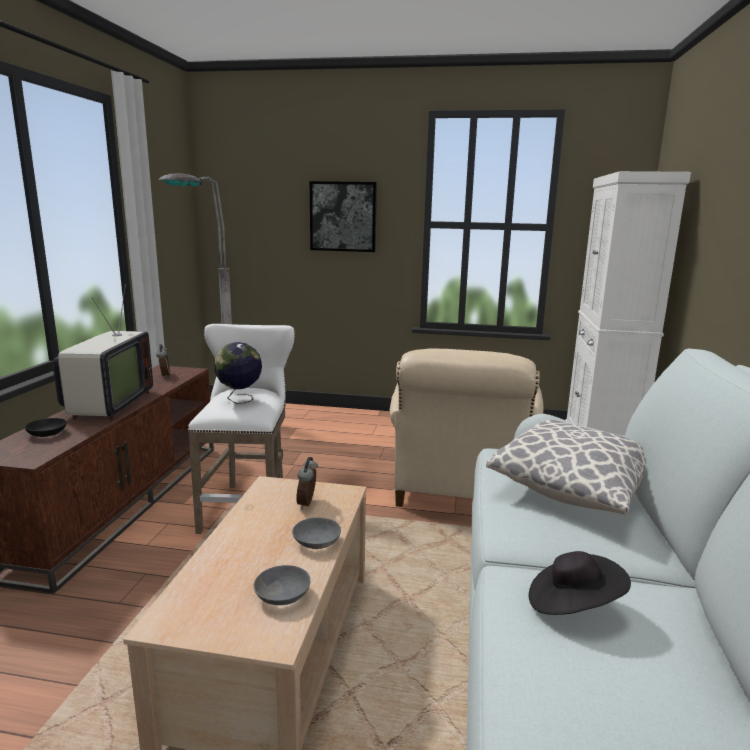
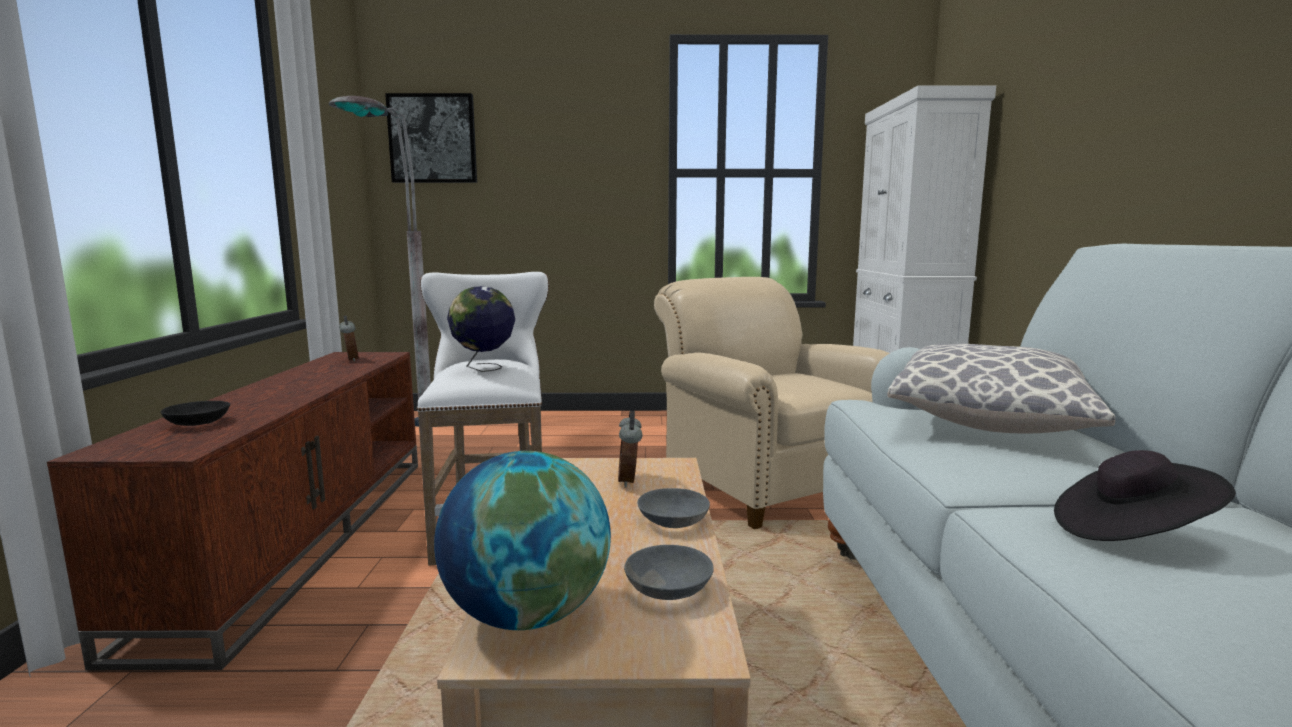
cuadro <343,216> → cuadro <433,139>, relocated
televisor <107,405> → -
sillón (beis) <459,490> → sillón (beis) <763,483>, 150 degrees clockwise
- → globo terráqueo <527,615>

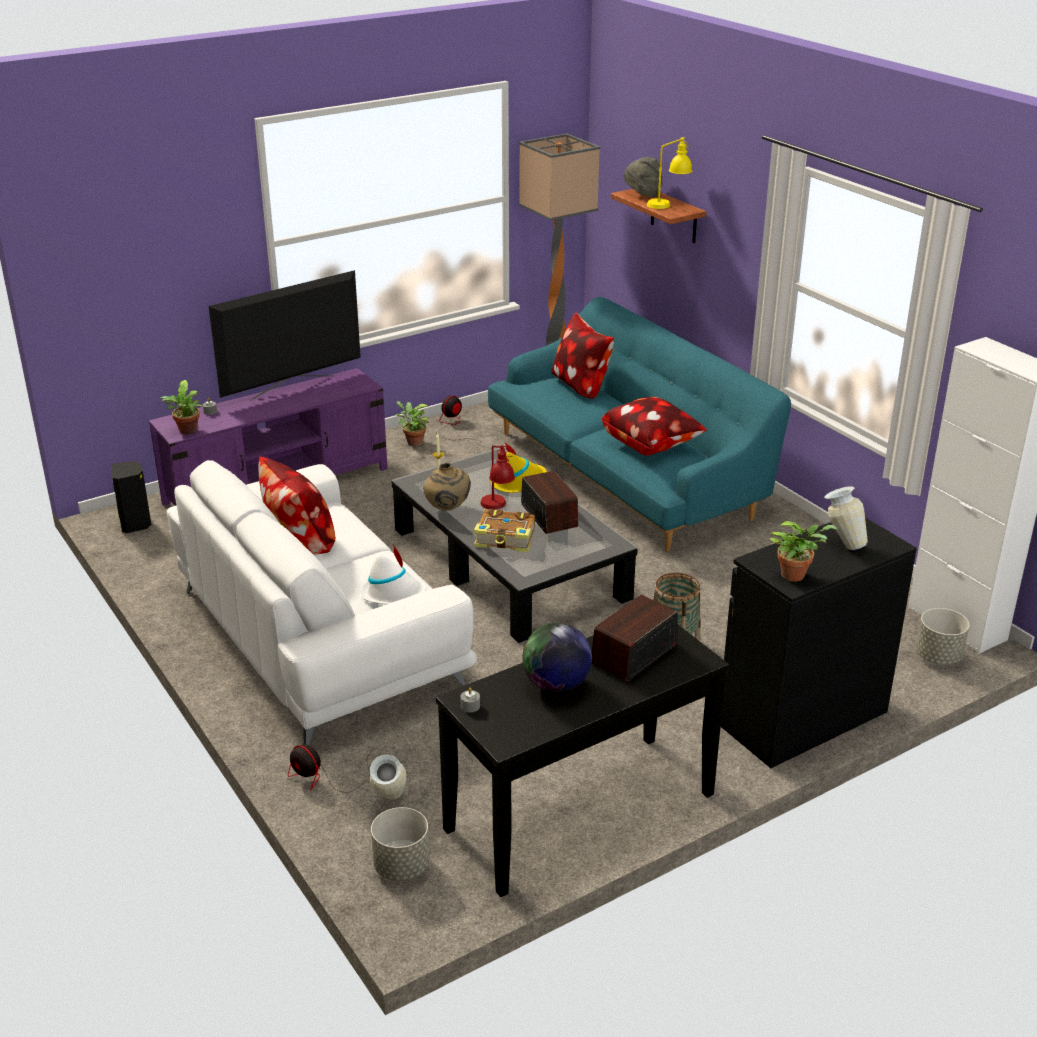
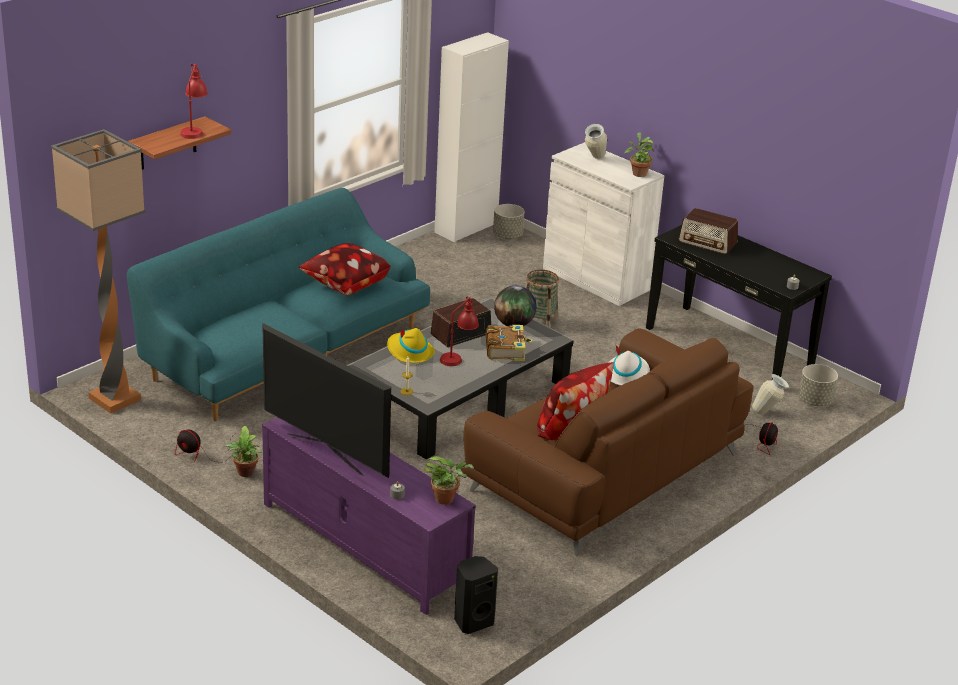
lámpara de mesa (amarillo) <668,206> → lámpara de mesa (rojo) <194,130>
sombrero (gris) <642,194> → -
cojín <581,386> → -
sofá (blanco) <319,635> → sofá (marrón) <604,472>
florero (beis) <447,509> → -
armario (negro) <803,718> → armario (blanco) <596,279>
globo terráqueo <556,685> → globo terráqueo <514,324>, relocated

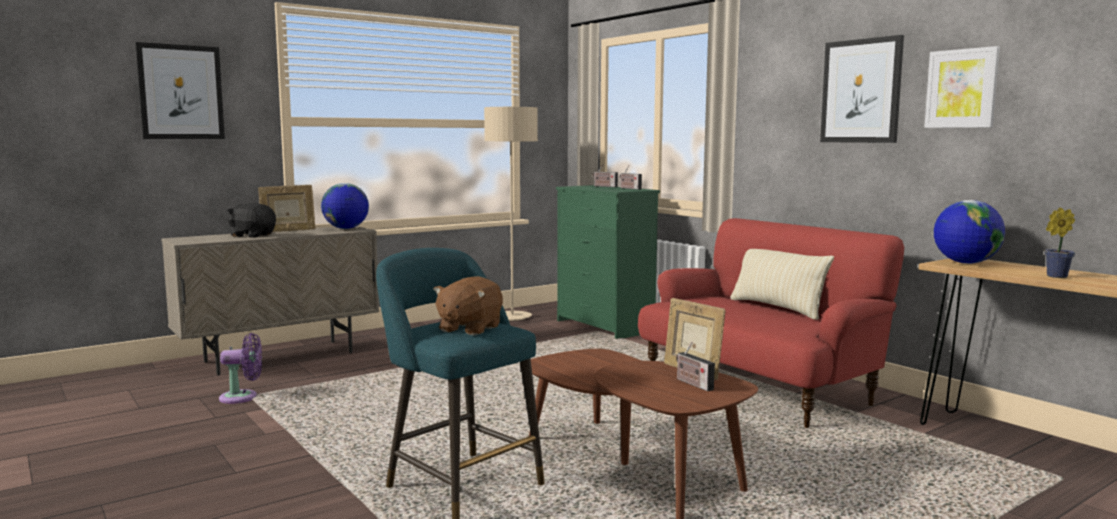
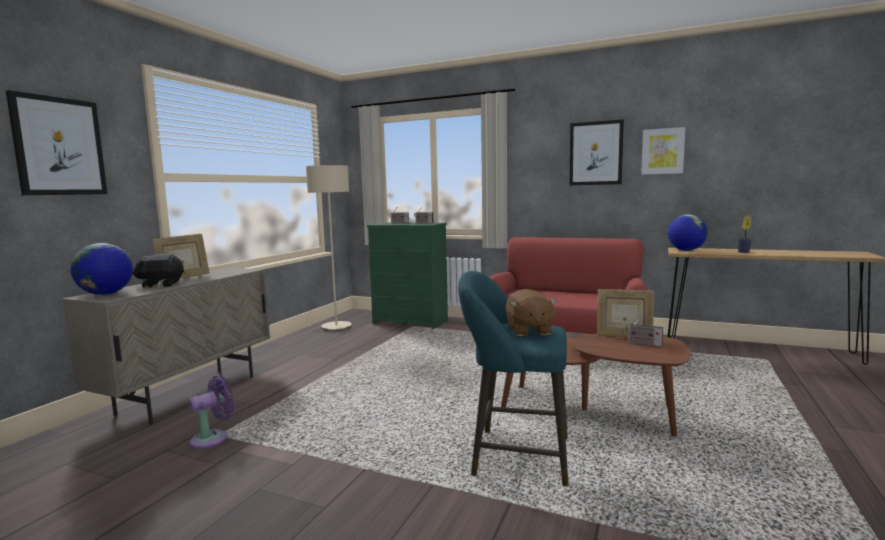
globo terráqueo <345,228> → globo terráqueo <105,294>, relocated
cojín (beis) <777,308> → -

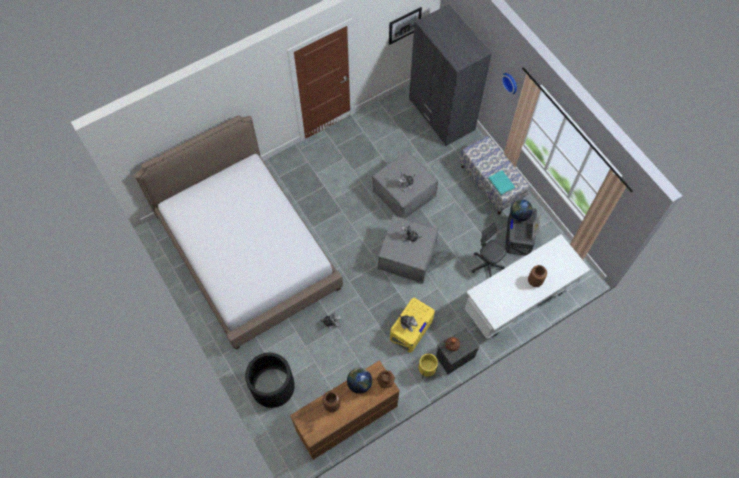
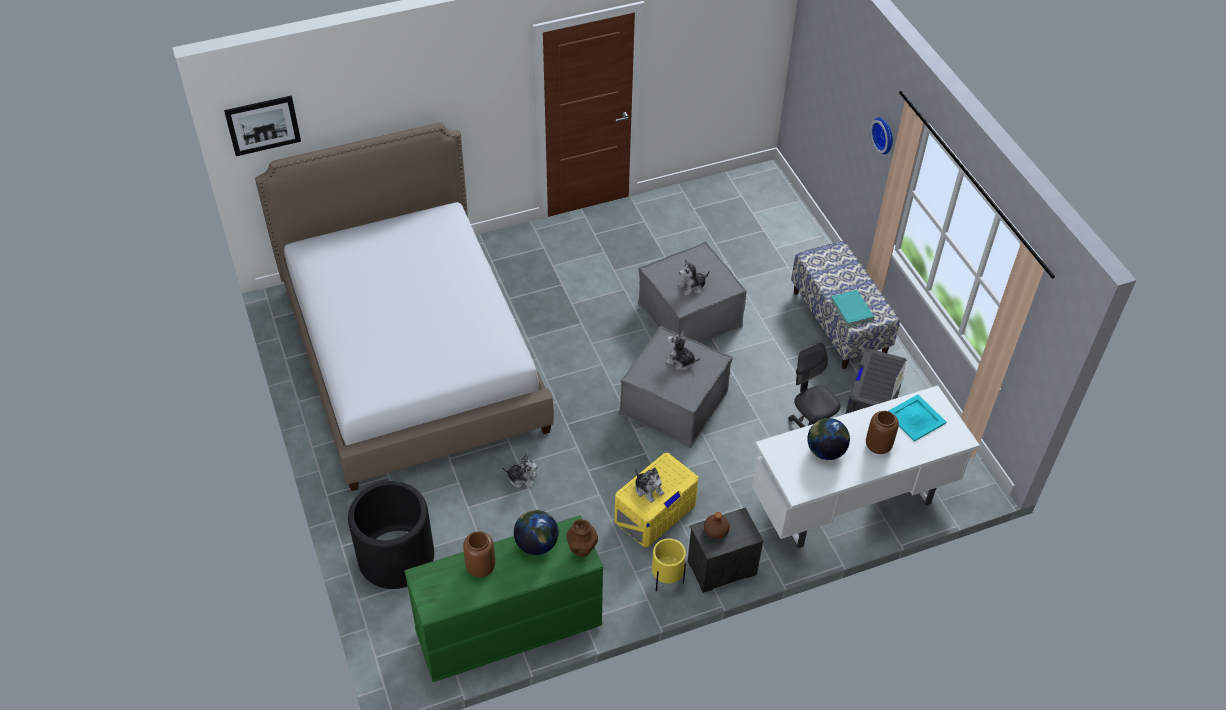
armario ropero (gris) <441,115> → -
cuadro <404,25> → cuadro <263,125>, relocated
globo terráqueo <519,215> → globo terráqueo <825,451>, relocated
cómoda (marrón) <346,419> → cómoda (verde) <507,629>
- → bandeja (turquesa) <915,418>

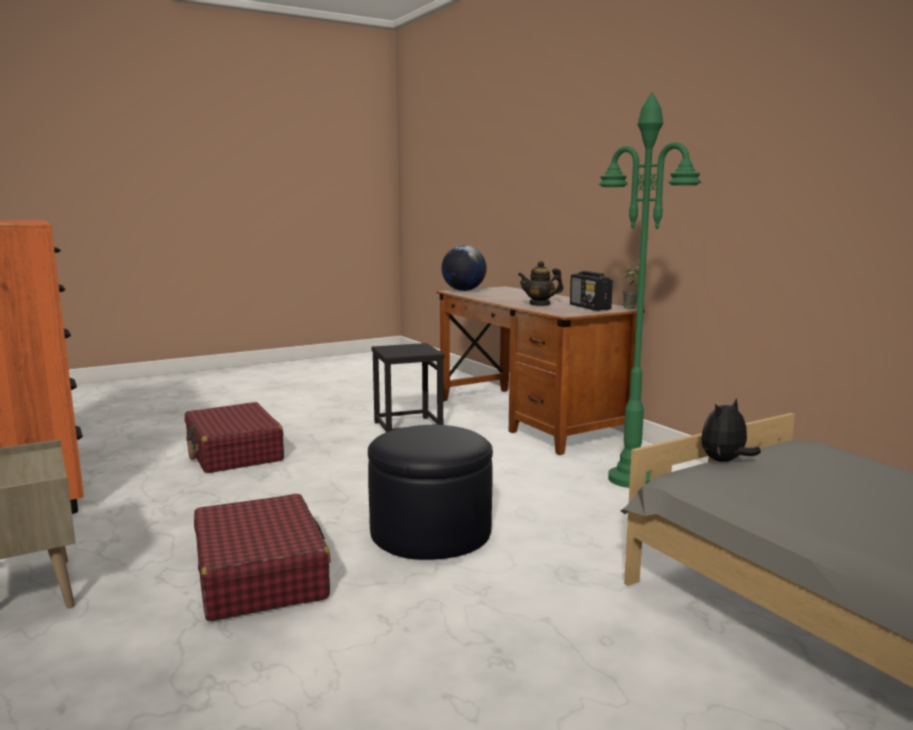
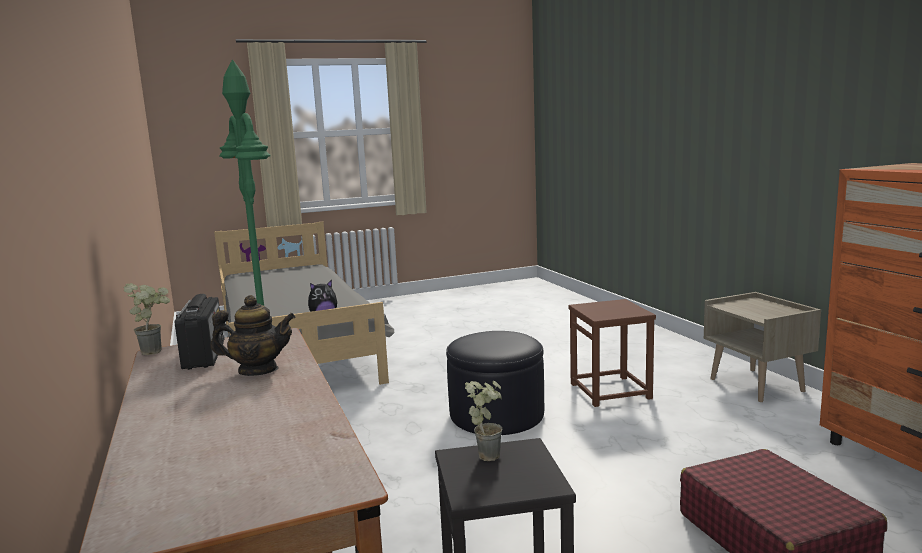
globo terráqueo <463,290> → -
maleta (rojo) <261,575> → taburete (marrón) <611,391>
- → planta en maceta <488,453>

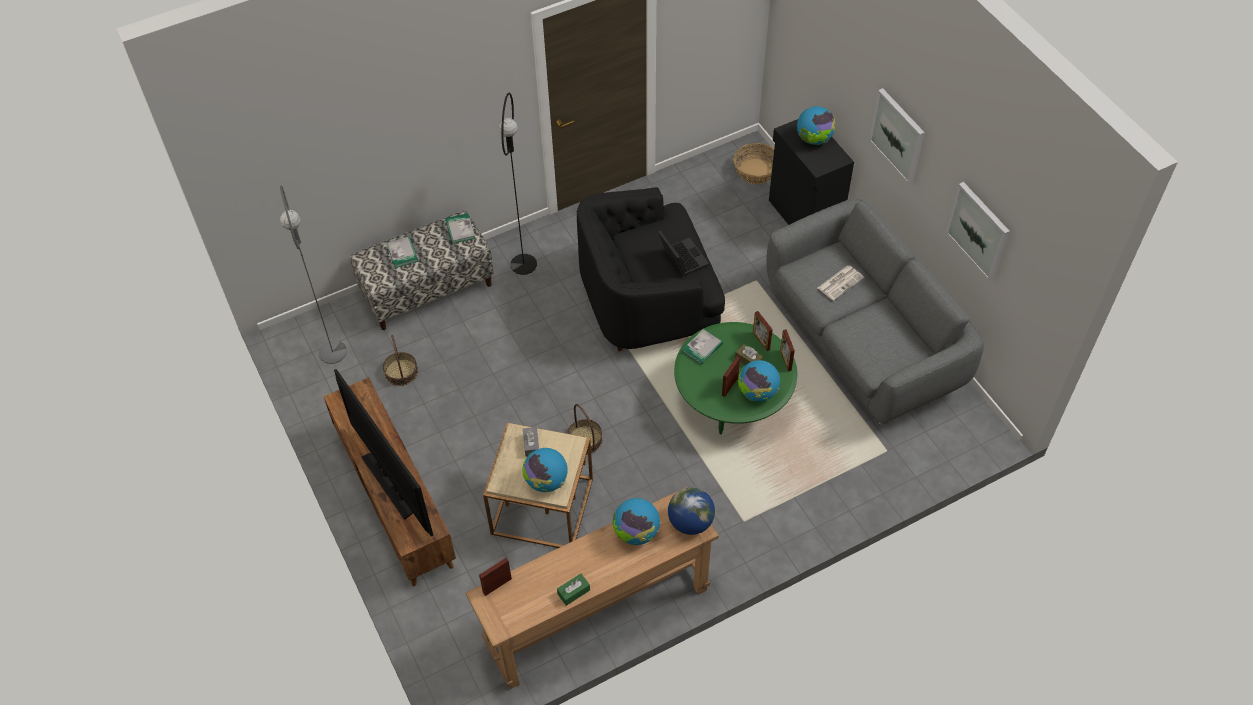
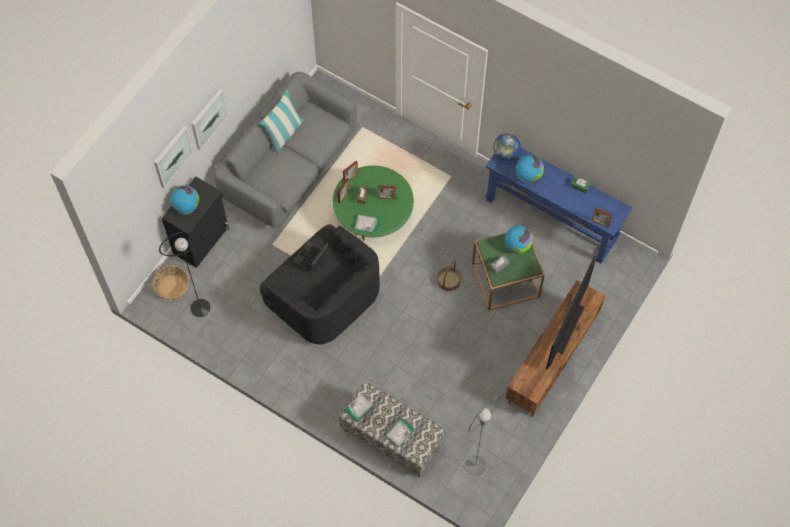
lámpara de pie (negro) <523,264> → lámpara de pie (negro) <200,308>, relocated
cuadro <978,230> → cuadro <172,156>, relocated
periódico <840,282> → -
cesta <401,372> → -
globo terráqueo <757,392> → -
mesa auxiliar (beis) <542,506> → mesa auxiliar (verde) <505,280>
mesa consola (marrón) <597,615> → mesa consola (azul) <551,219>
- → cojín <284,133>

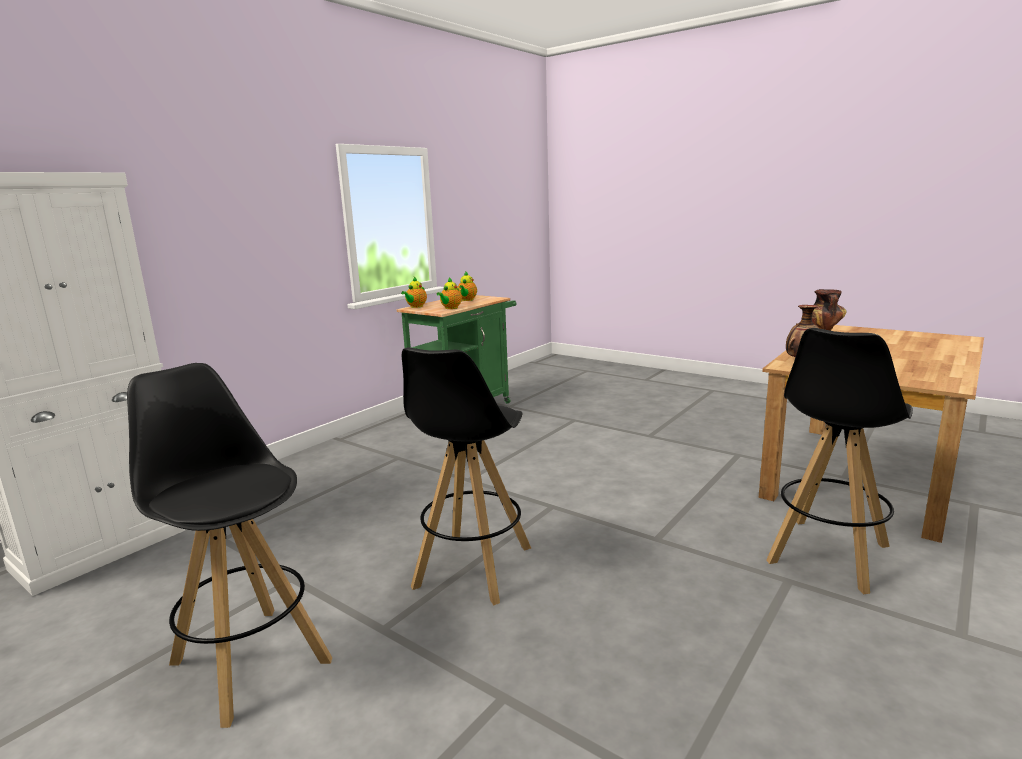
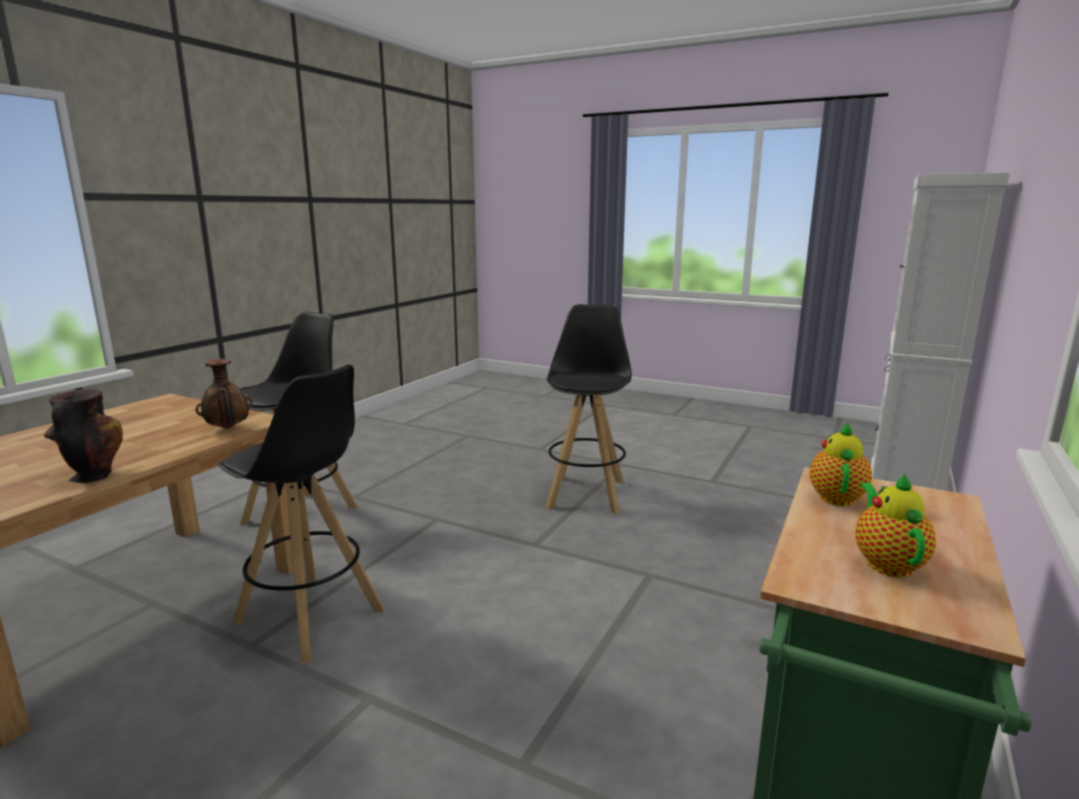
tetera <415,306> → -
taburete (negro) <249,660> → taburete (negro) <310,617>, relocated

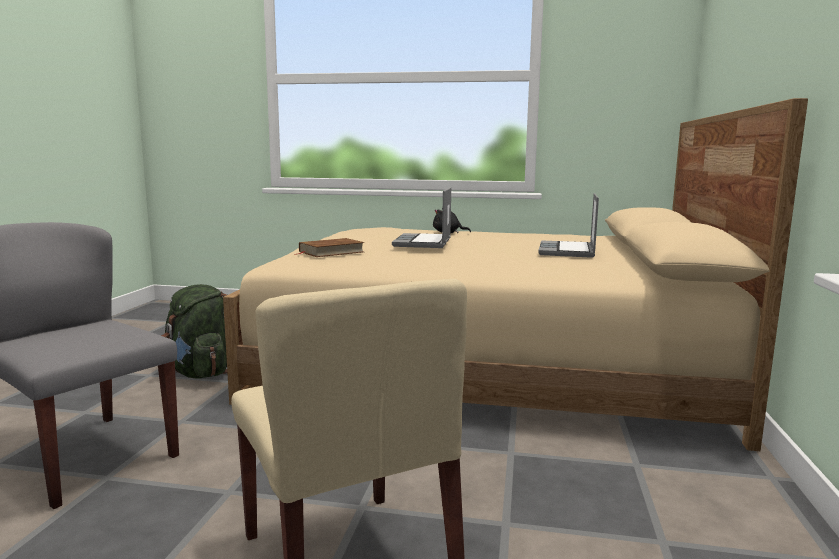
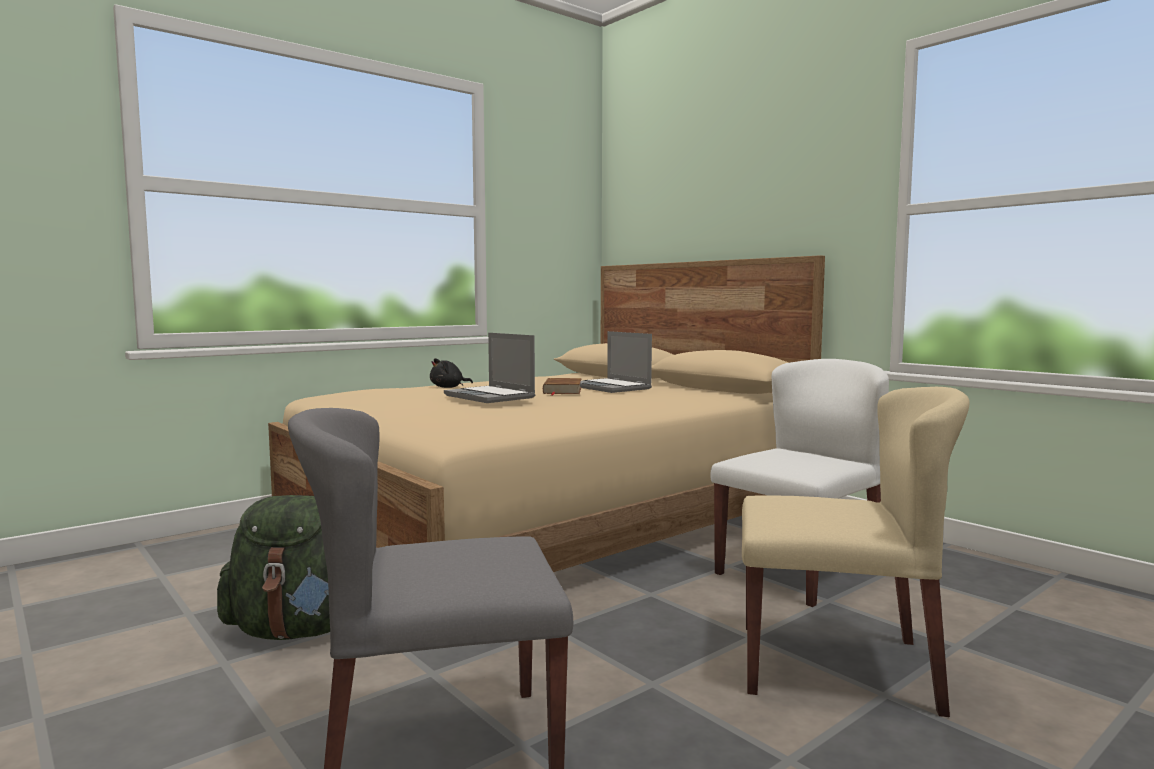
libro (marrón) <331,252> → libro (marrón) <562,390>, relocated
- → silla (blanco) <798,572>

